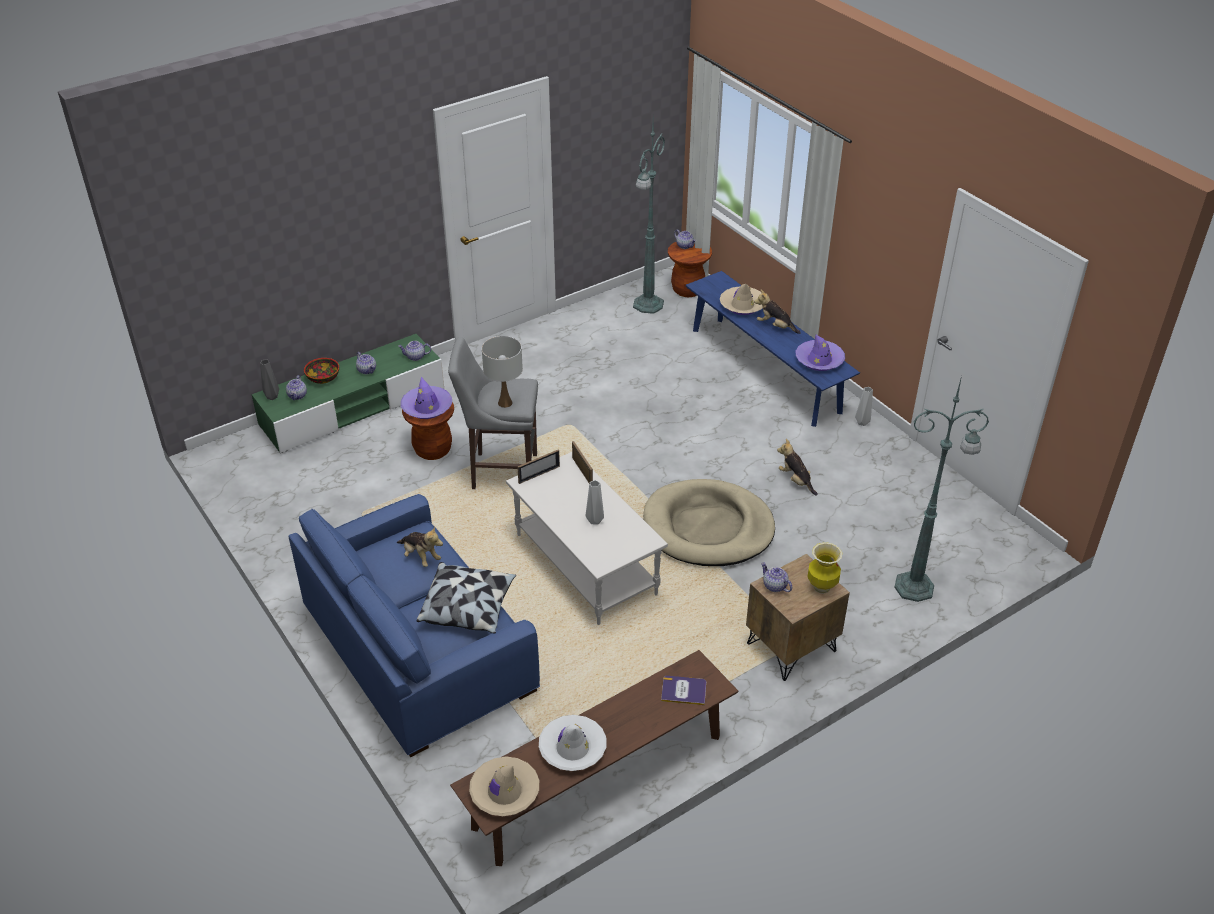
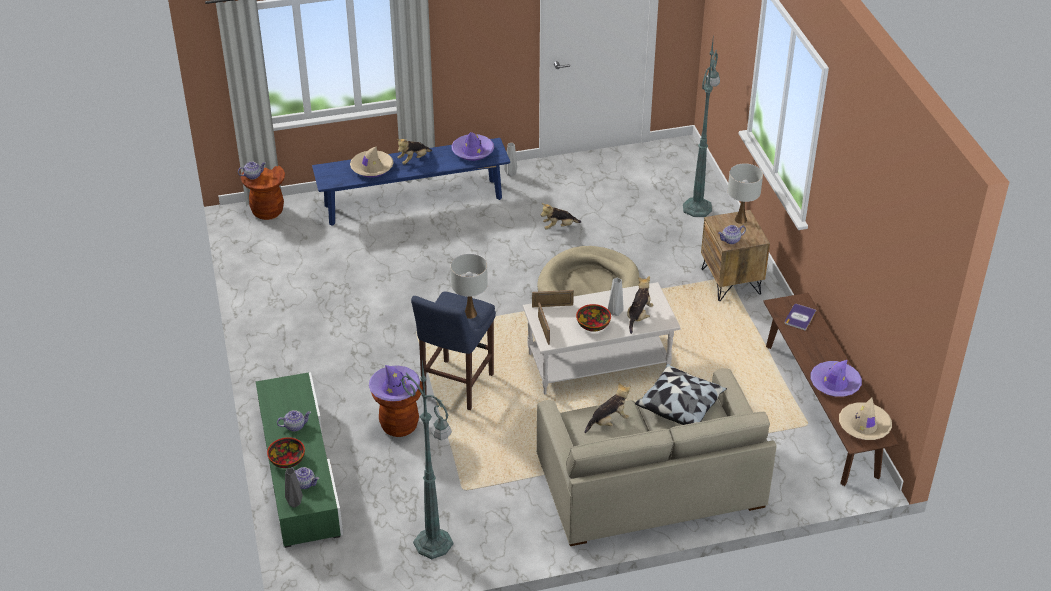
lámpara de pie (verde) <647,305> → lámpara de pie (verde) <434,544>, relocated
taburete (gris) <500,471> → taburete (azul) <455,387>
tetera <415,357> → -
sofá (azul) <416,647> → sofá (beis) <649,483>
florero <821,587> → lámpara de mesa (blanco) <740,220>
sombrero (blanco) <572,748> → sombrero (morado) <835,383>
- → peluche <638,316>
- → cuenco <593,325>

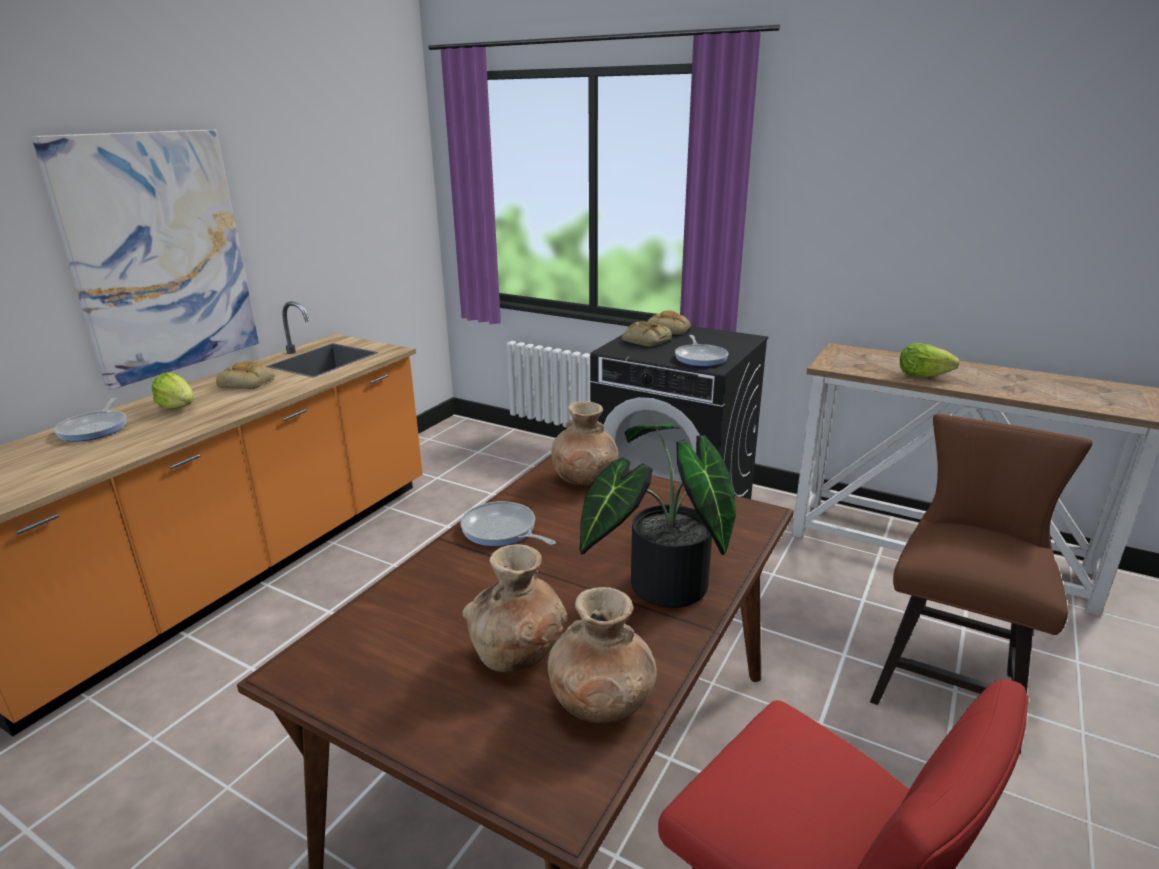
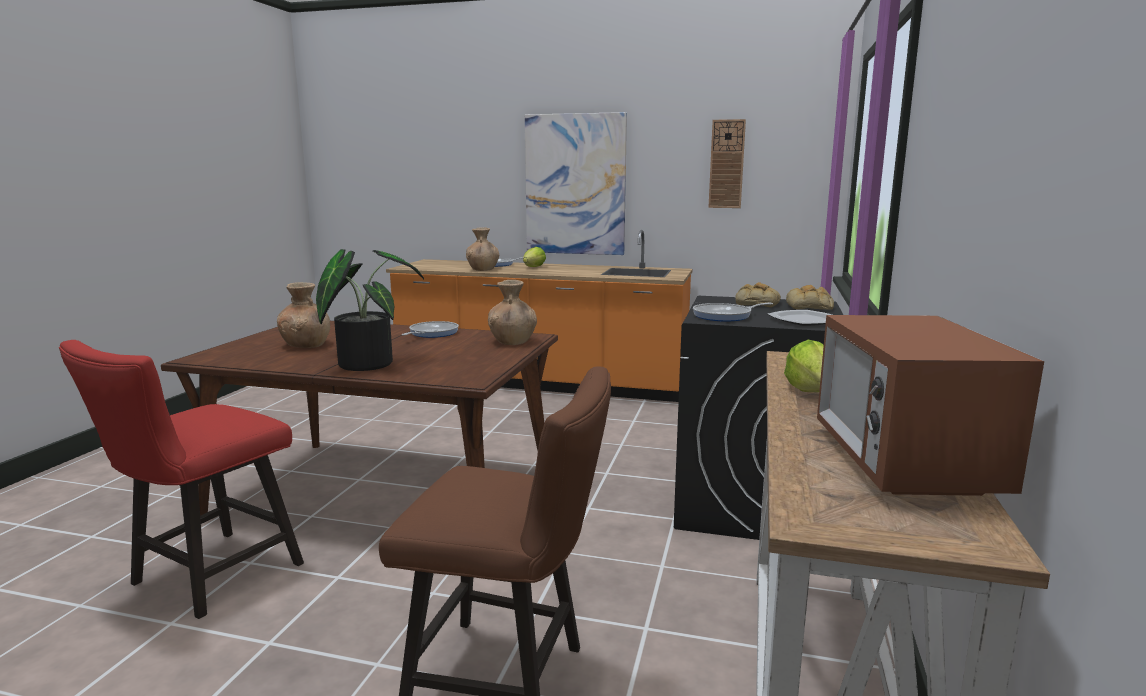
pan <248,382> → -
florero (marrón) <602,703> → florero (marrón) <483,269>, relocated
- → reloj de pared <726,164>
- → plato <804,320>
- → microondas <902,463>

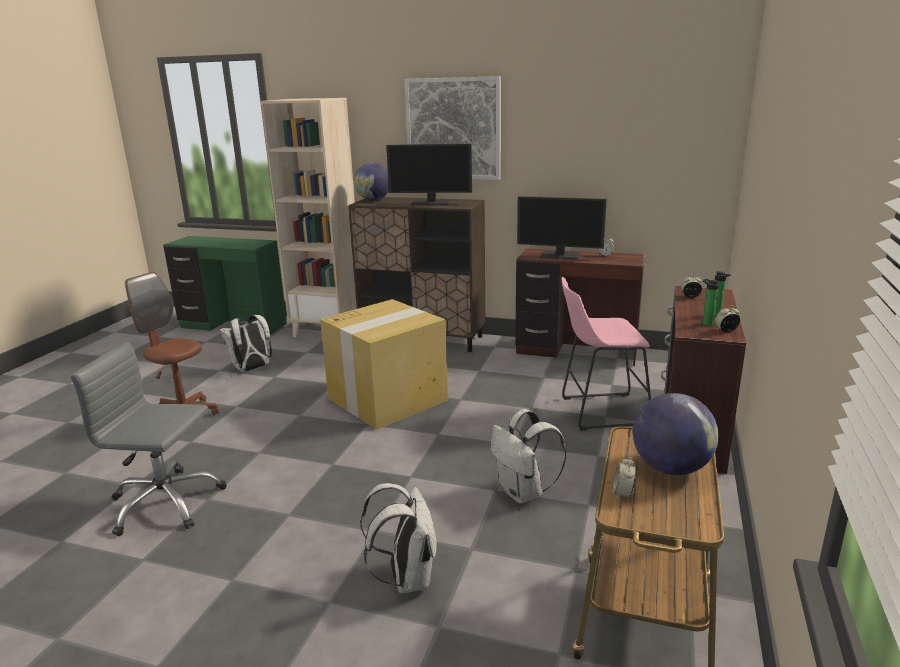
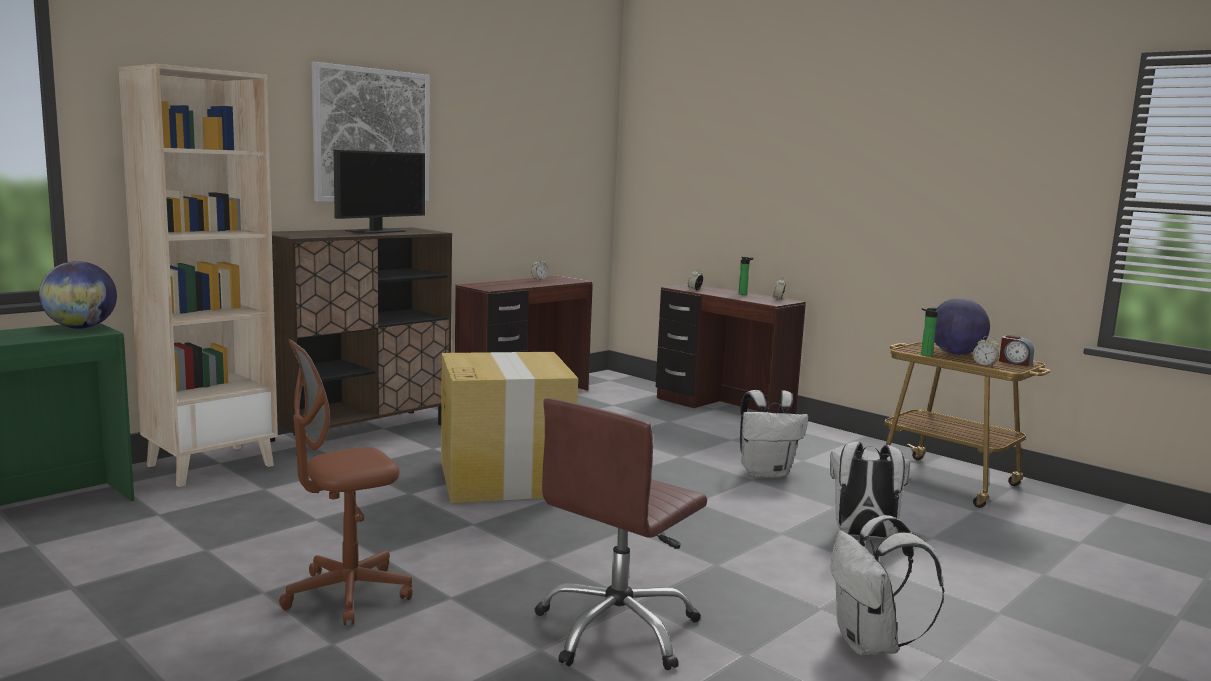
globo terráqueo <374,200> → globo terráqueo <81,328>, relocated
monitor <560,255> → -
taburete (rosa) <599,411> → -
botella <706,323> → botella <925,355>, relocated
mochila (blanco) <251,369> → mochila (blanco) <871,645>, relocated
silla de oficina (gris) <165,503> → silla de oficina (marrón) <617,630>
- → despertador <1015,362>

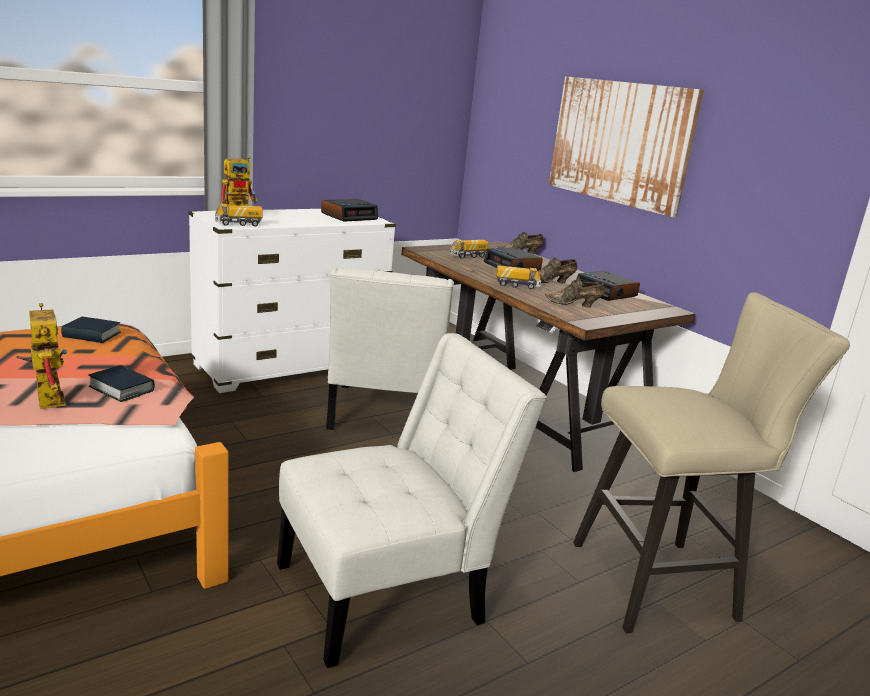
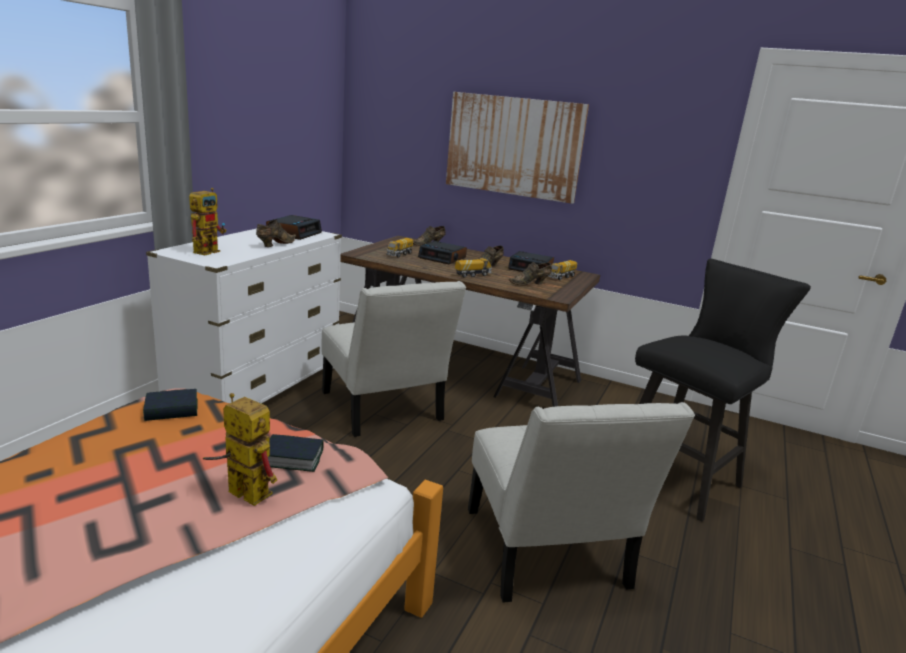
camión de juguete <238,224> → camión de juguete <561,277>, relocated
taburete (beis) <665,582> → taburete (negro) <683,476>
silla (blanco) <390,591> → silla (blanco) <547,555>, 135 degrees clockwise
- → zapato (marrón) <275,244>

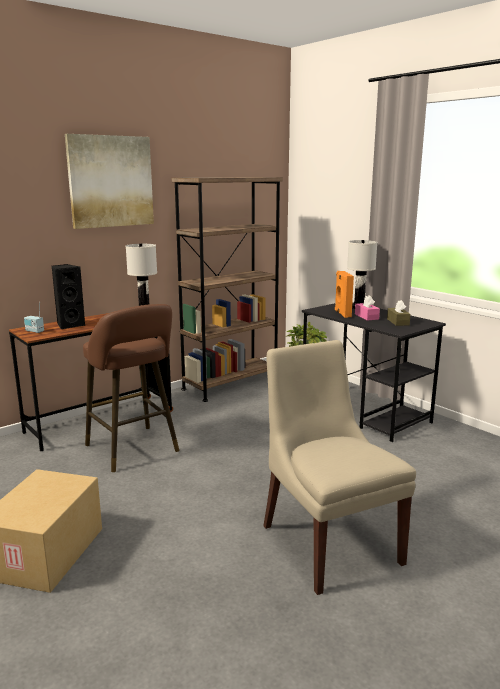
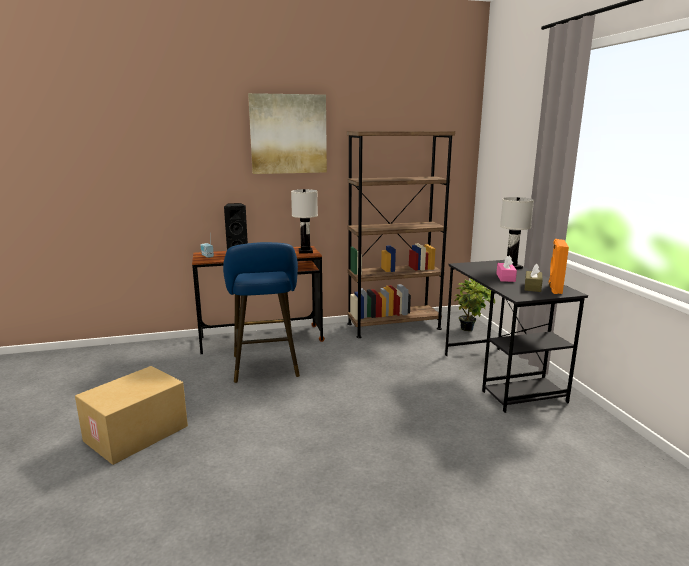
altavoz (naranja) <342,314> → altavoz (naranja) <554,288>, relocated
taburete (marrón) <134,450> → taburete (azul) <266,368>
silla (beis) <328,541> → -

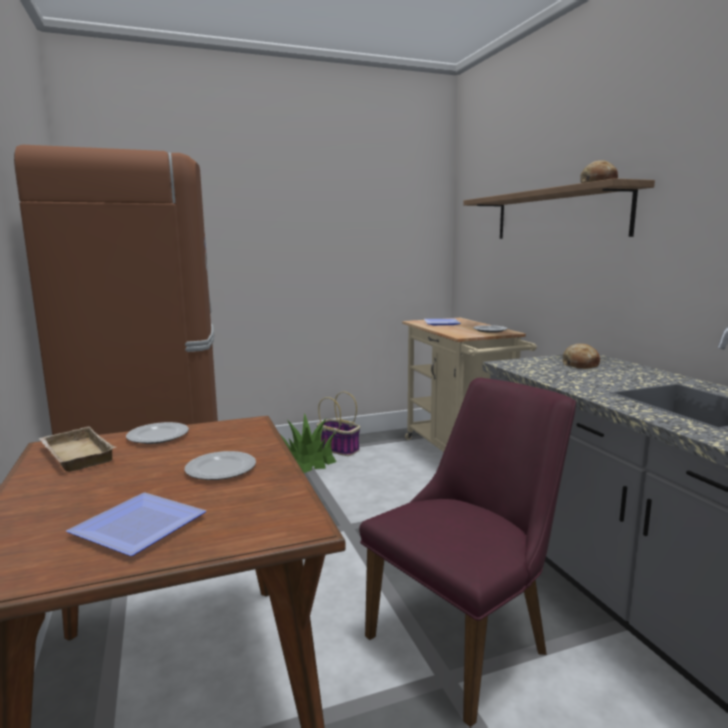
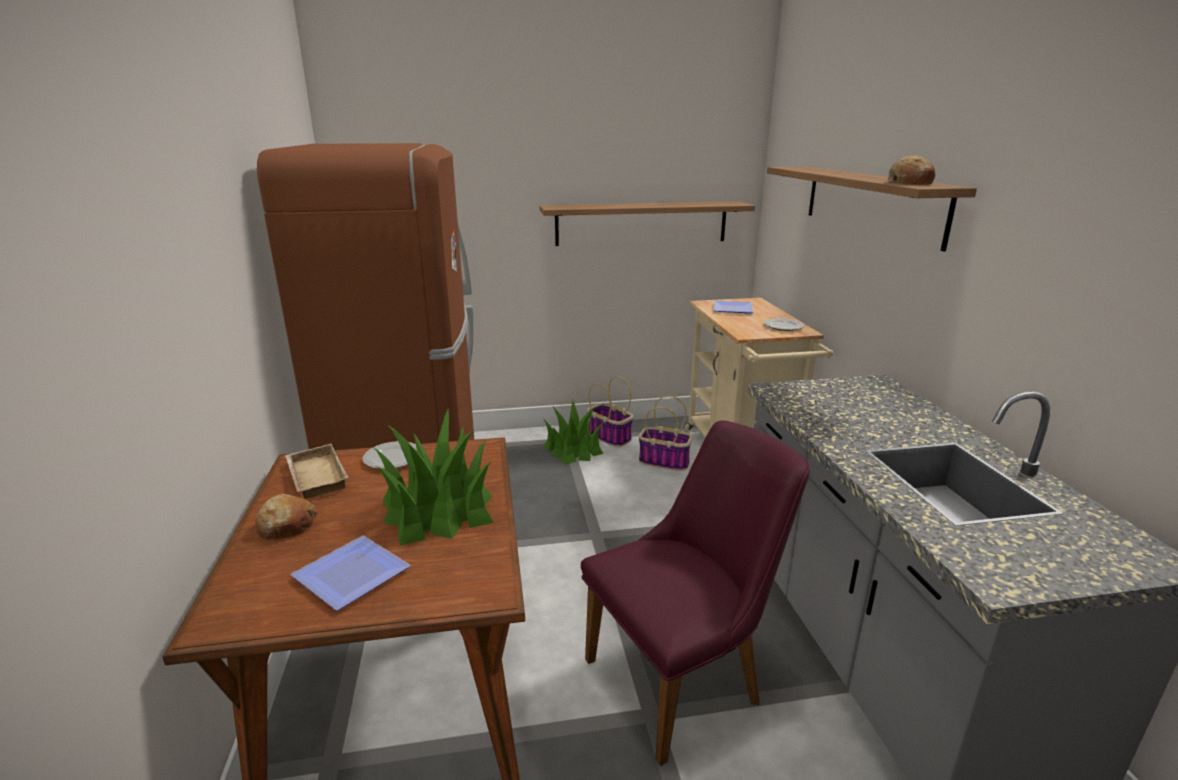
pan <580,365> → pan <286,526>, relocated
plato <220,469> → planta en maceta <438,510>
- → estante <641,223>
- → cesta <665,461>

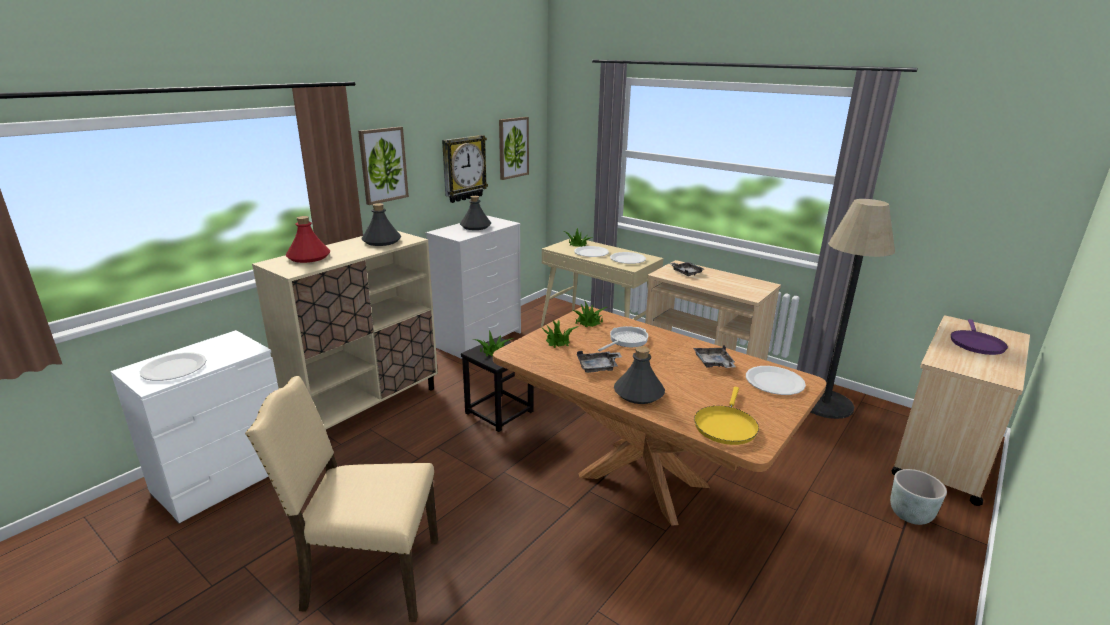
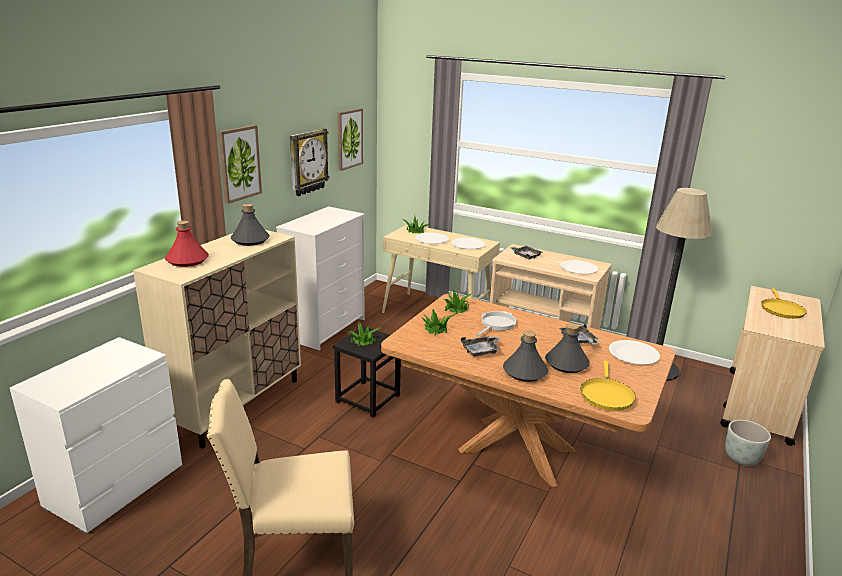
botella (gris) <476,226> → botella (gris) <566,364>, relocated
sartén (morado) <976,344> → sartén (amarillo) <781,310>
plato (blanco) <174,368> → plato (blanco) <579,268>, relocated

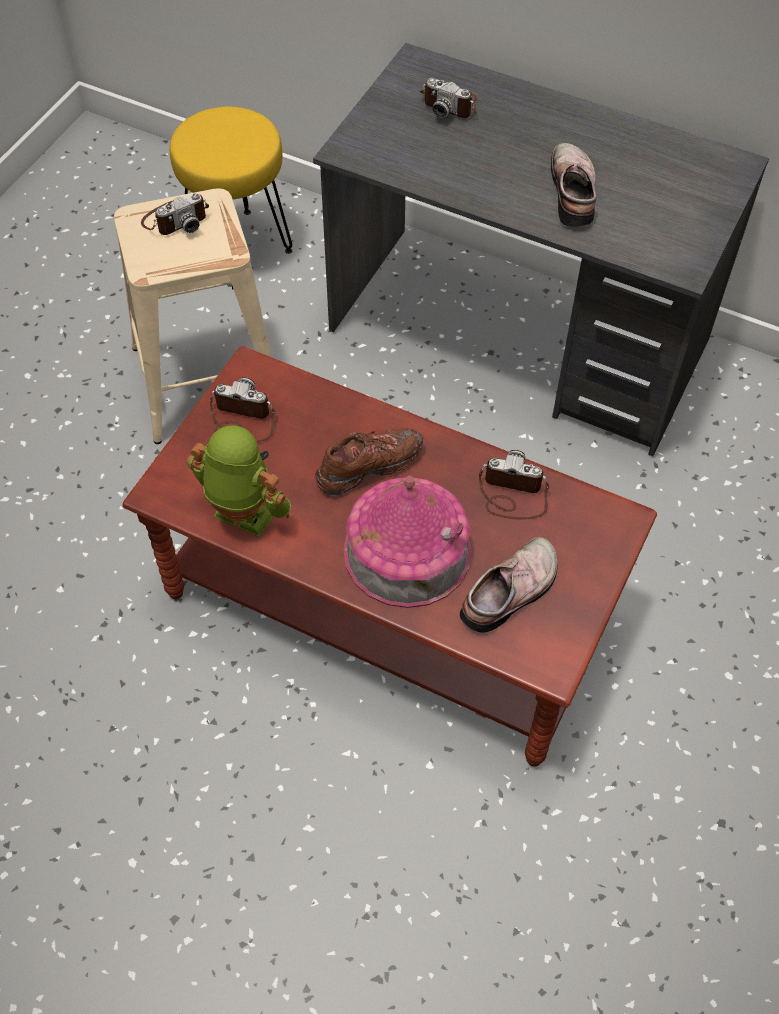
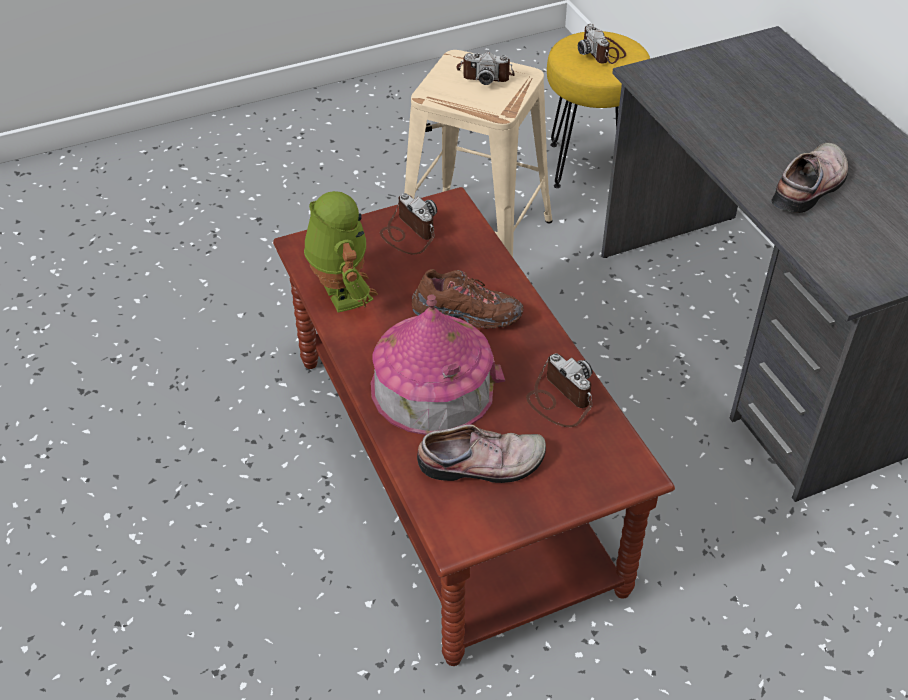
cámara <450,104> → cámara <602,52>, relocated

